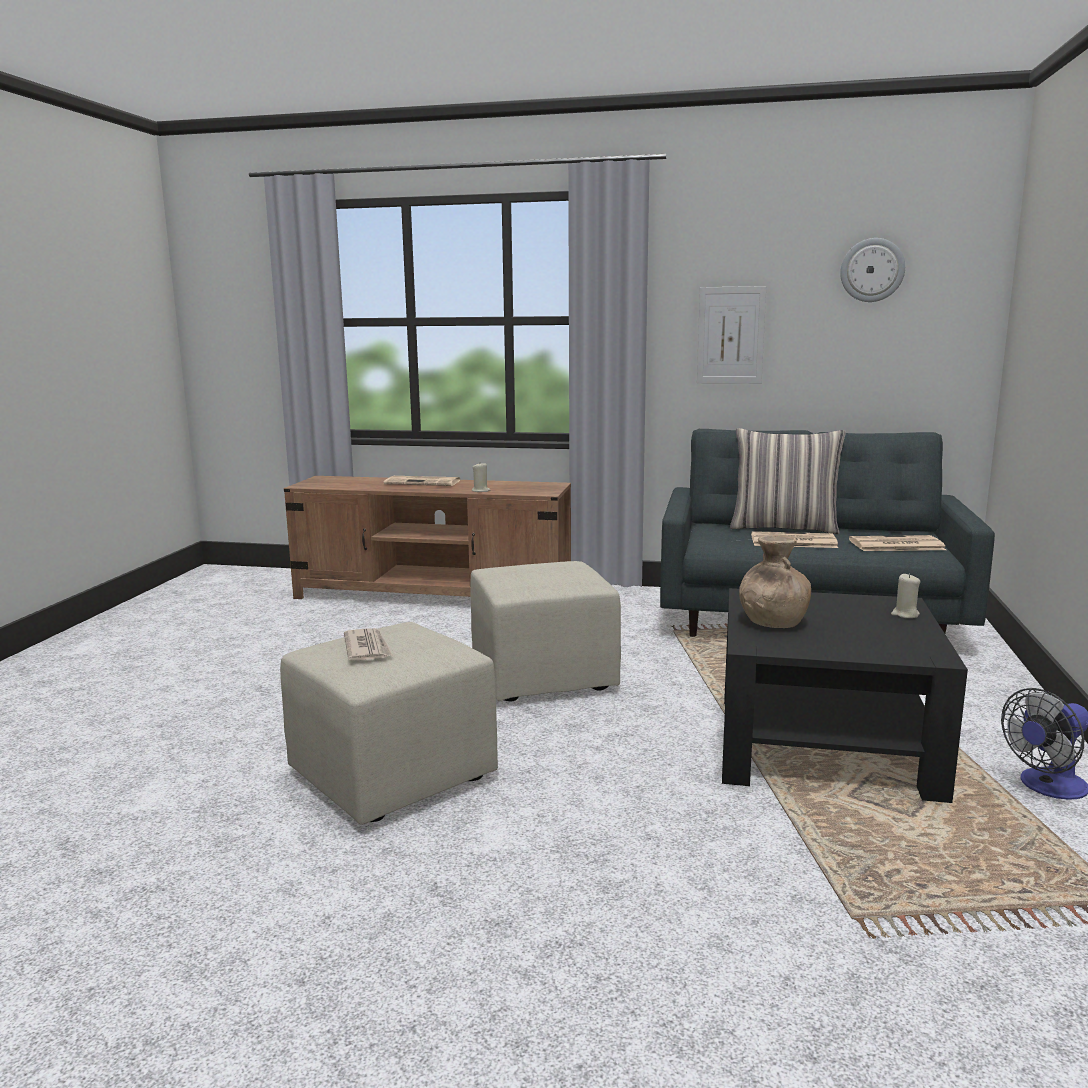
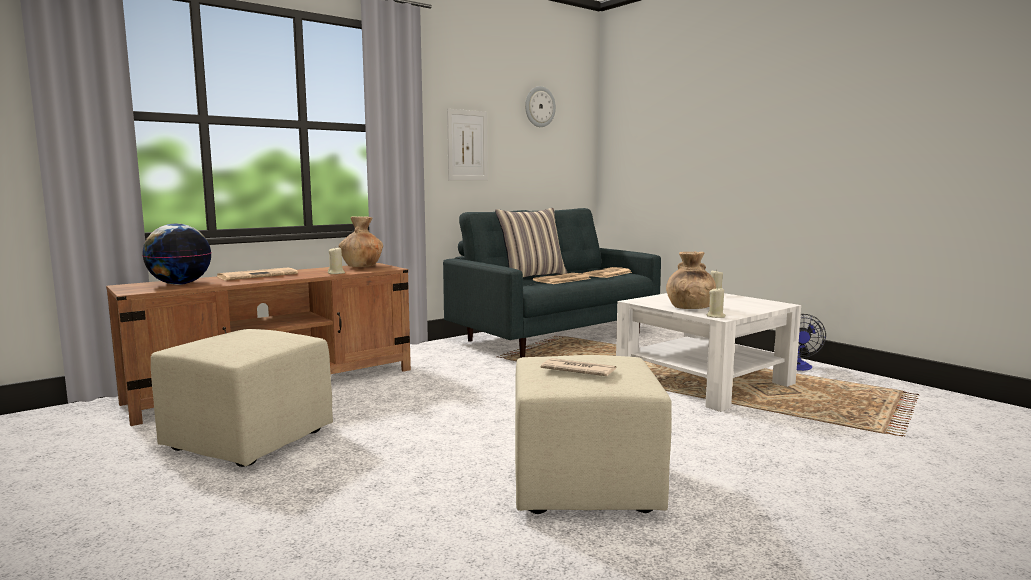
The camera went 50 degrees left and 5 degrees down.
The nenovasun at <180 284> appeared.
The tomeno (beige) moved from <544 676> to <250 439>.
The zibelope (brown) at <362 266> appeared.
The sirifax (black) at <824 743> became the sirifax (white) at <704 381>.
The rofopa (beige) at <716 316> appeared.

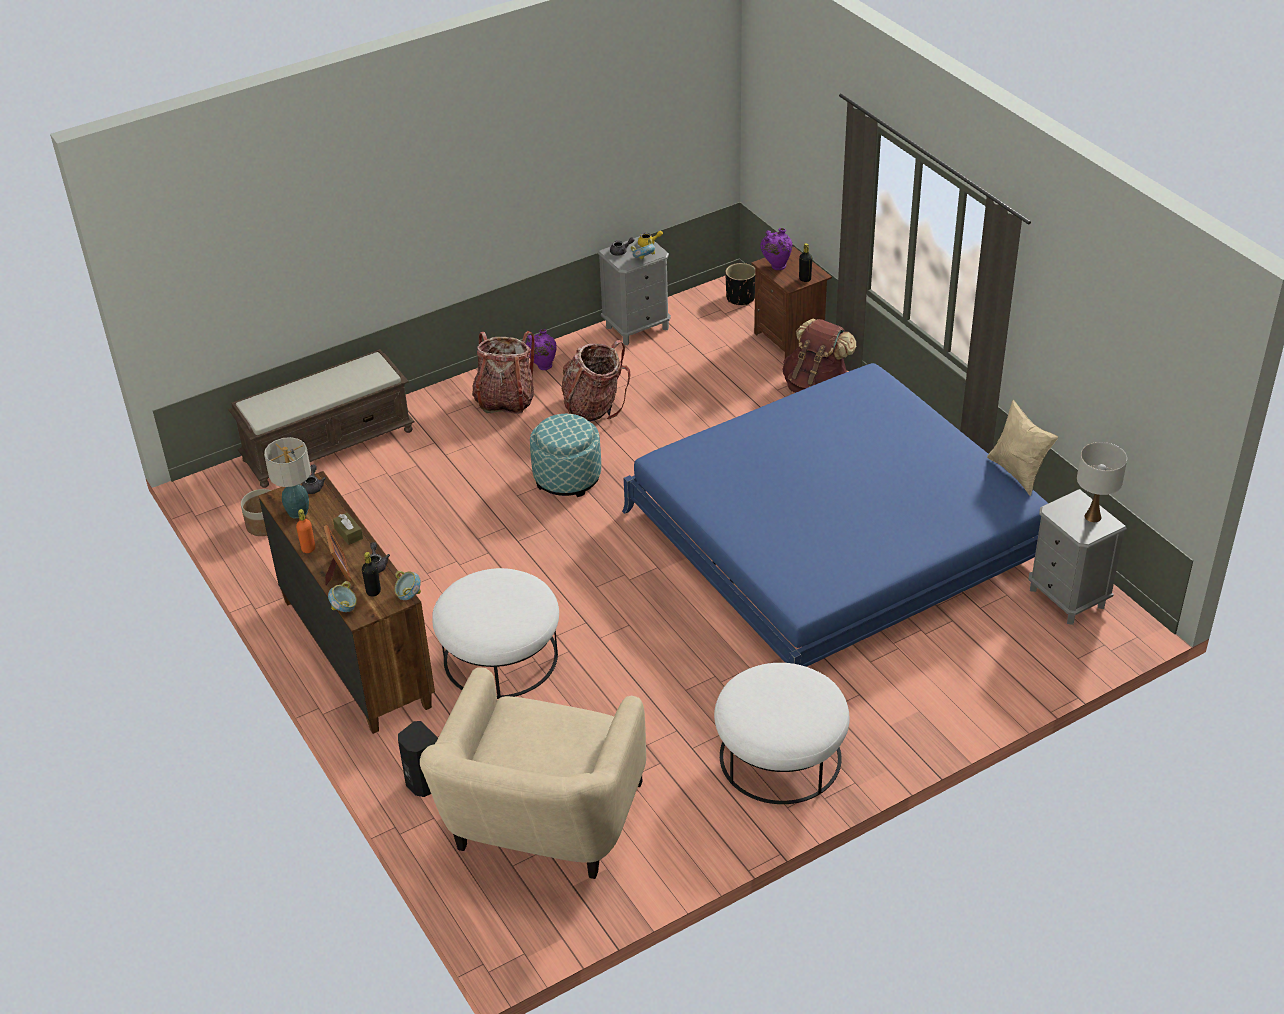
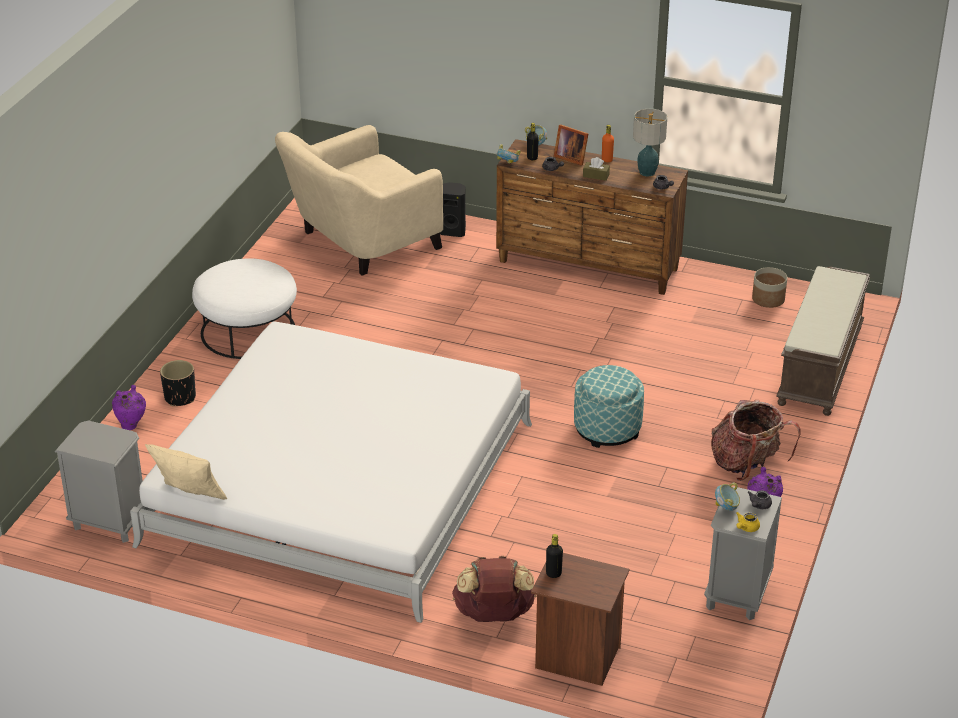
The camera went 140 degrees right and 5 degrees down.
The zibelope (purple) moved from <776 266> to <131 425>.
The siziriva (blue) at <835 537> became the siziriva (white) at <341 483>.
The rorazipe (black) moved from <740 298> to <180 397>.
The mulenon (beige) at <540 826> turned 105 degrees counterclockwise.
The tomeno (white) at <500 656> disappeared.
The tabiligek at <594 407> disappeared.
The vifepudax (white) at <1092 516> disappeared.

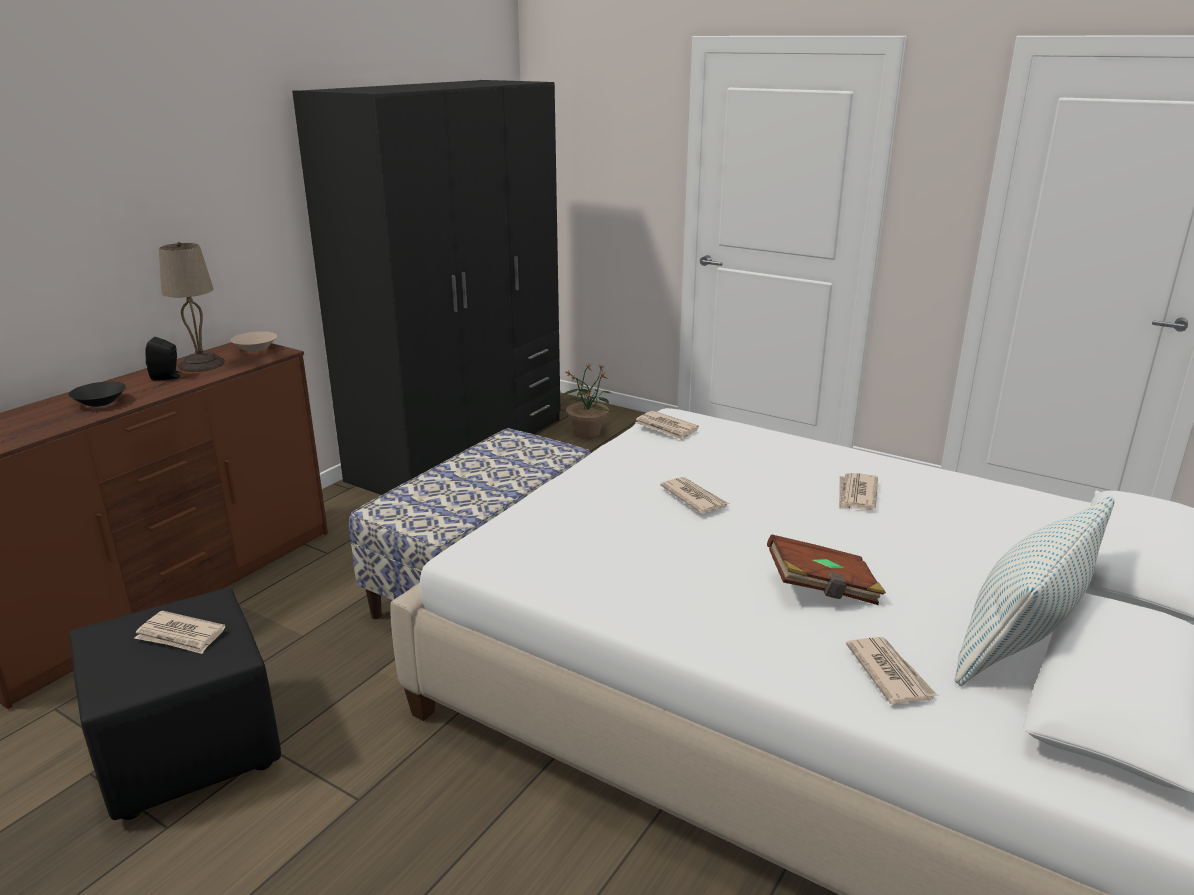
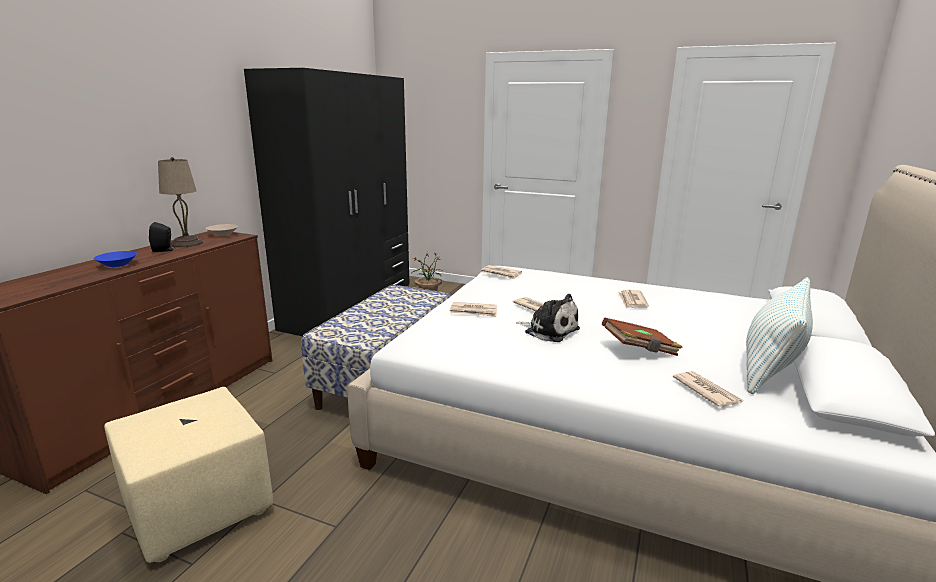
The camera went 10 degrees left and 5 degrees down.
The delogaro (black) at <101 403> became the delogaro (blue) at <118 265>.
The tomeno (black) at <188 753> became the tomeno (beige) at <198 509>.
The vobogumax moved from <180 636> to <474 311>.
The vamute at <549 330> appeared.

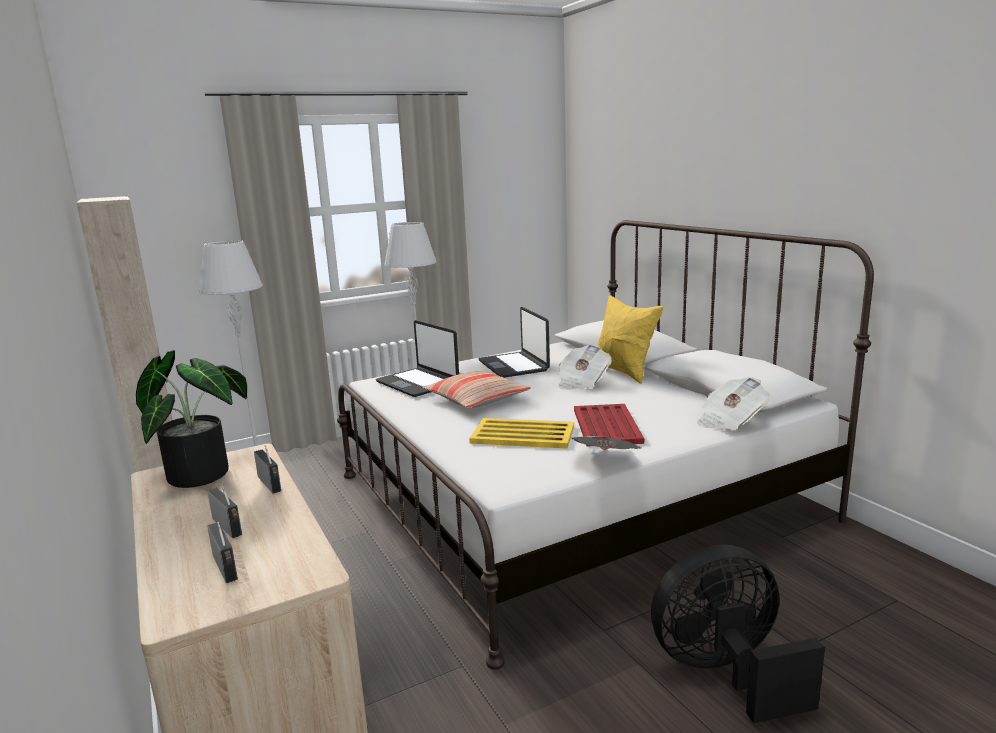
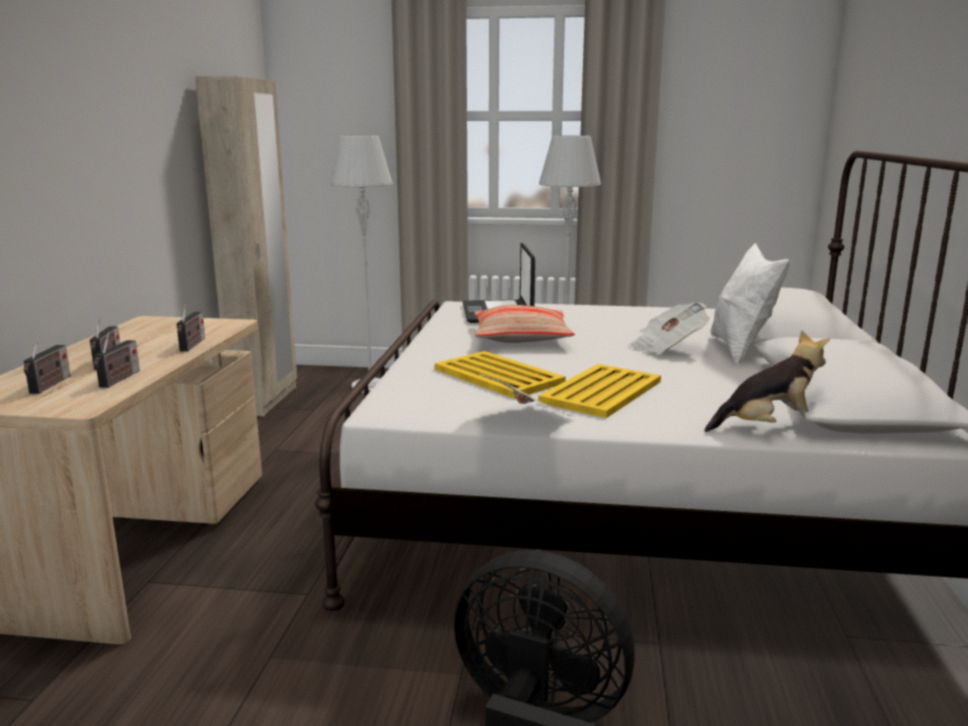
The camera went 35 degrees right and 0 degrees up.
The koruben at <119 379> appeared.
The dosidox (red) at <607 425> became the dosidox (yellow) at <602 391>.
The vobogumax at <729 421> was replaced by the vamute at <767 427>.
The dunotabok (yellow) at <624 372> became the dunotabok (white) at <741 350>.
The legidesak at <206 473> disappeared.
The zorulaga at <514 366> disappeared.

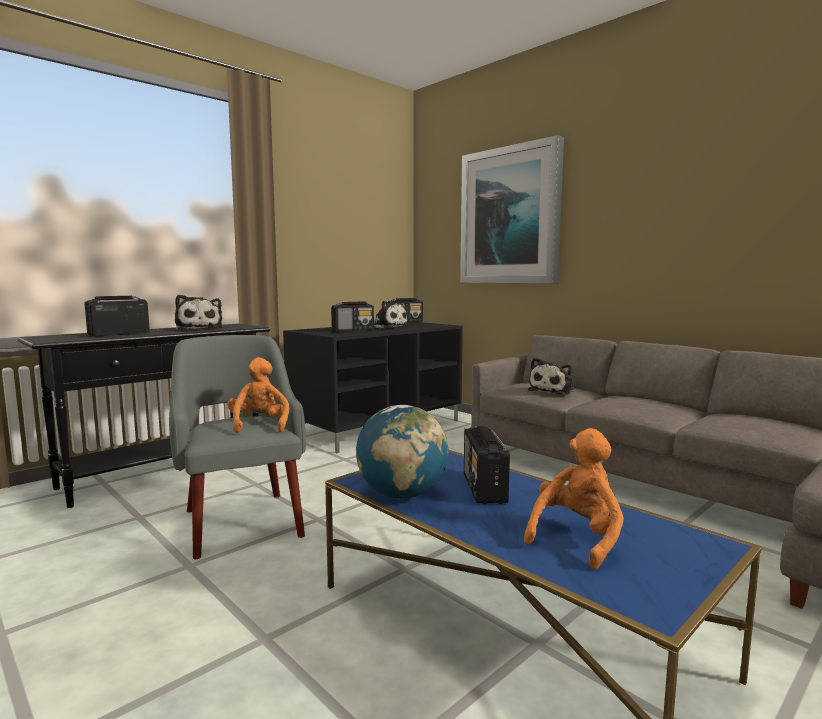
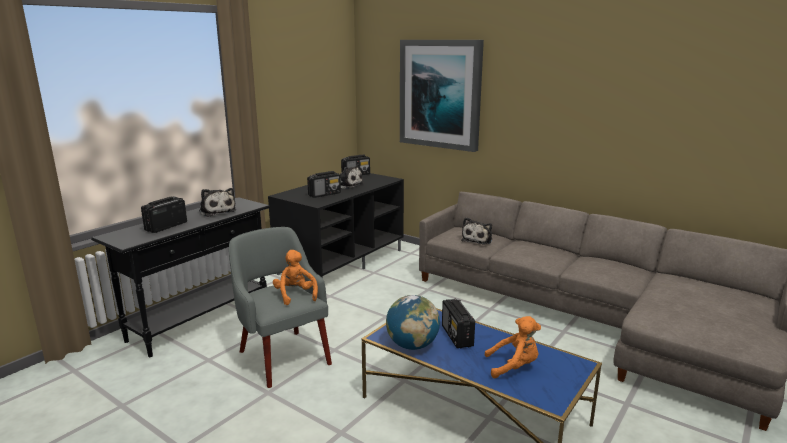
The camera went 10 degrees left and 10 degrees up.
The vamute (orange) at <577 538> turned 60 degrees clockwise.

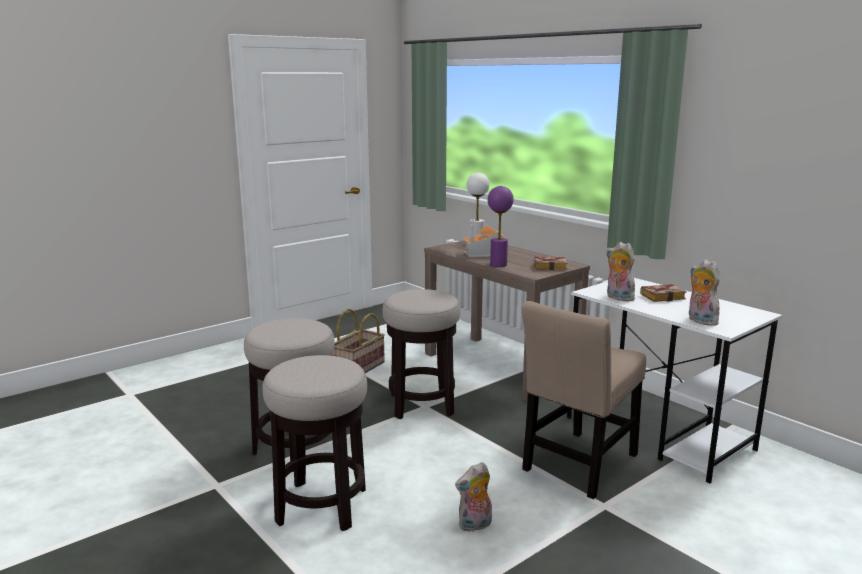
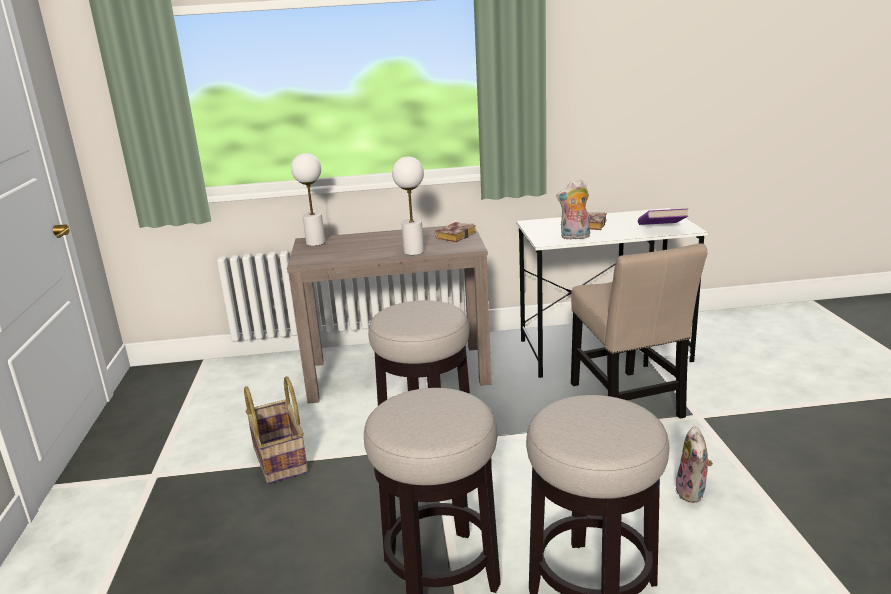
The camera went 55 degrees left and 5 degrees up.
The vifepudax (purple) at <498 264> became the vifepudax (white) at <413 252>.
The vamute at <700 320> was replaced by the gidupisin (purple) at <661 229>.
The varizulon at <485 253> disappeared.

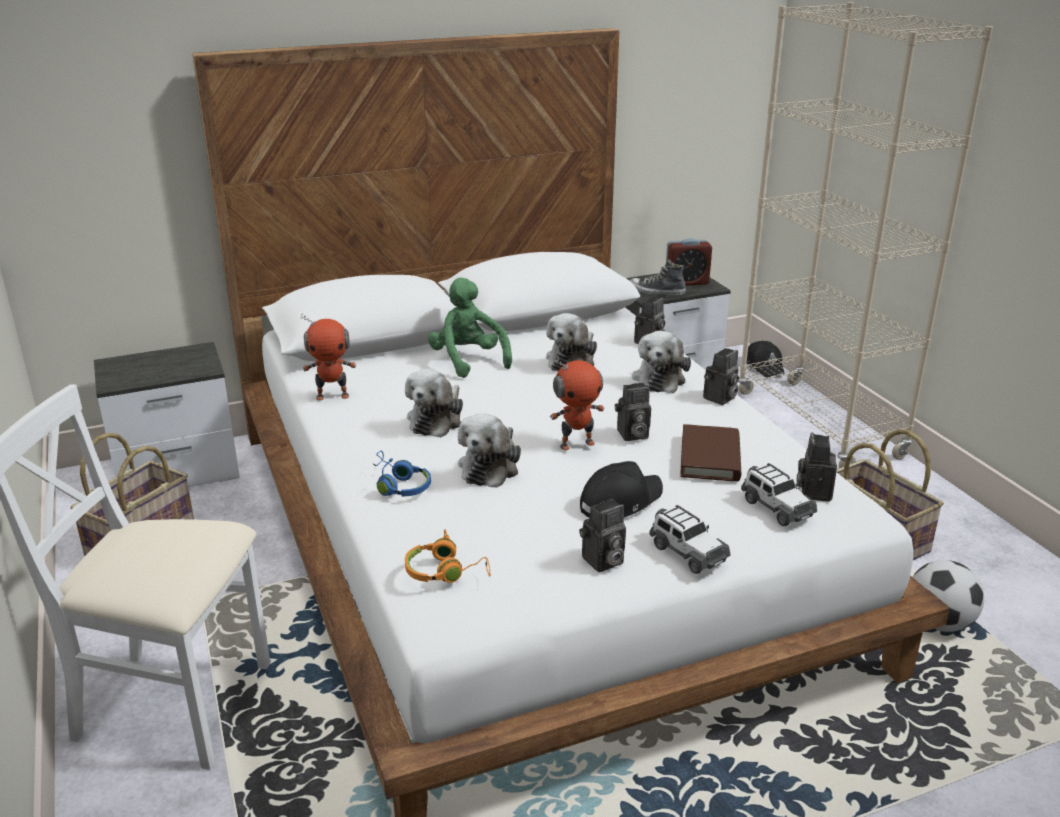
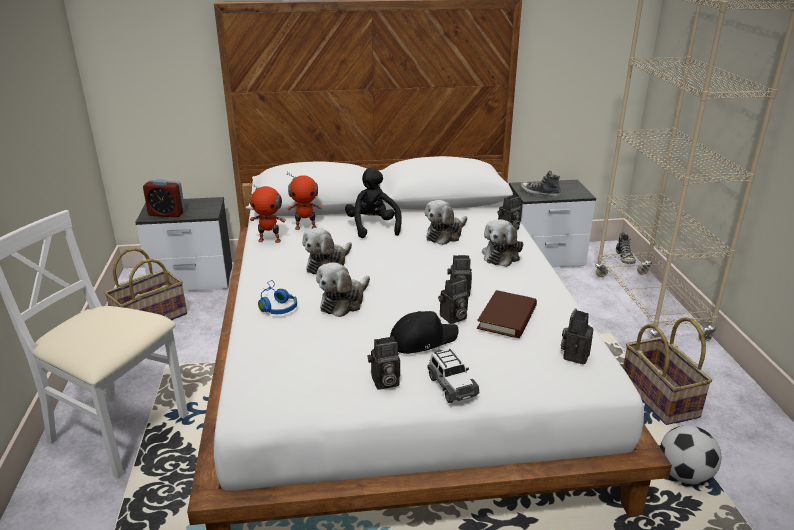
The camera went 15 degrees right and 0 degrees up.
The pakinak moved from <686 282> to <167 214>.
The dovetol moved from <576 444> to <306 227>.
The vamute (green) at <468 361> became the vamute (black) at <373 227>.
The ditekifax moved from <720 399> to <453 318>.
The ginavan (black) at <764 366> was replaced by the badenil at <625 258>.
The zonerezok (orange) at <446 572> disappeared.
The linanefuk at <776 507> disappeared.

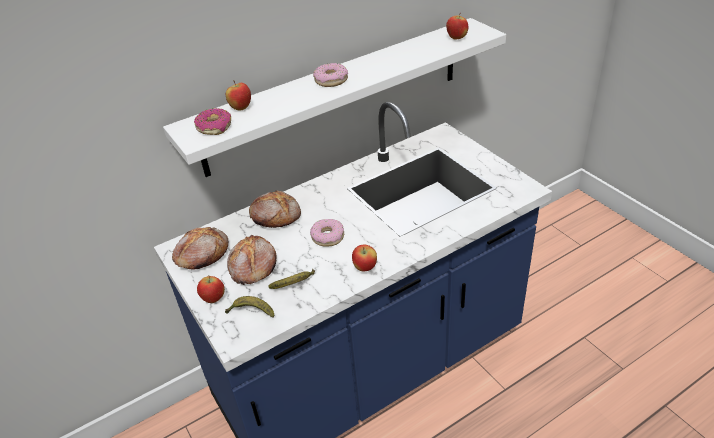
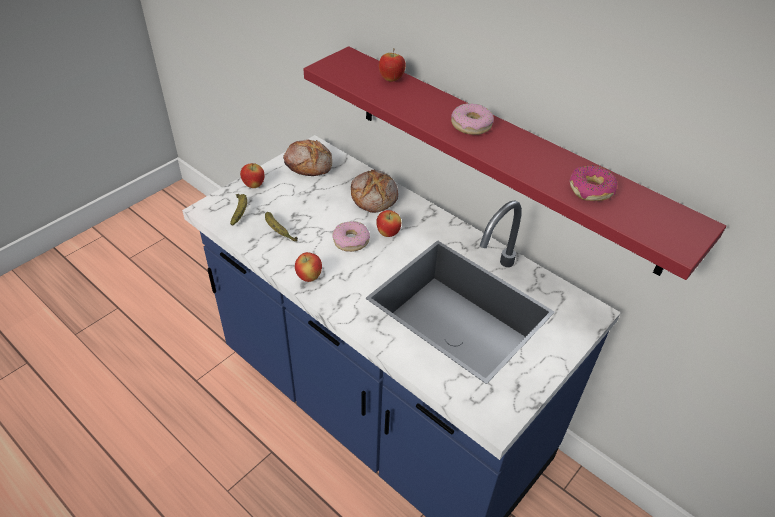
The camera went 70 degrees right and 5 degrees up.
The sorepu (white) at <336 95> became the sorepu (red) at <502 155>.
The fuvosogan moved from <456 38> to <388 233>.
The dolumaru moved from <214 127> to <591 190>.
The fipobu at <252 267> disappeared.

